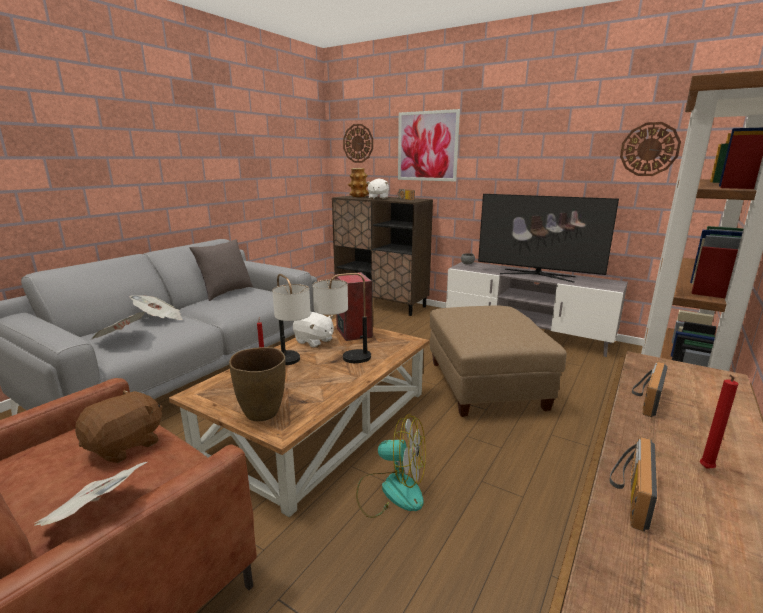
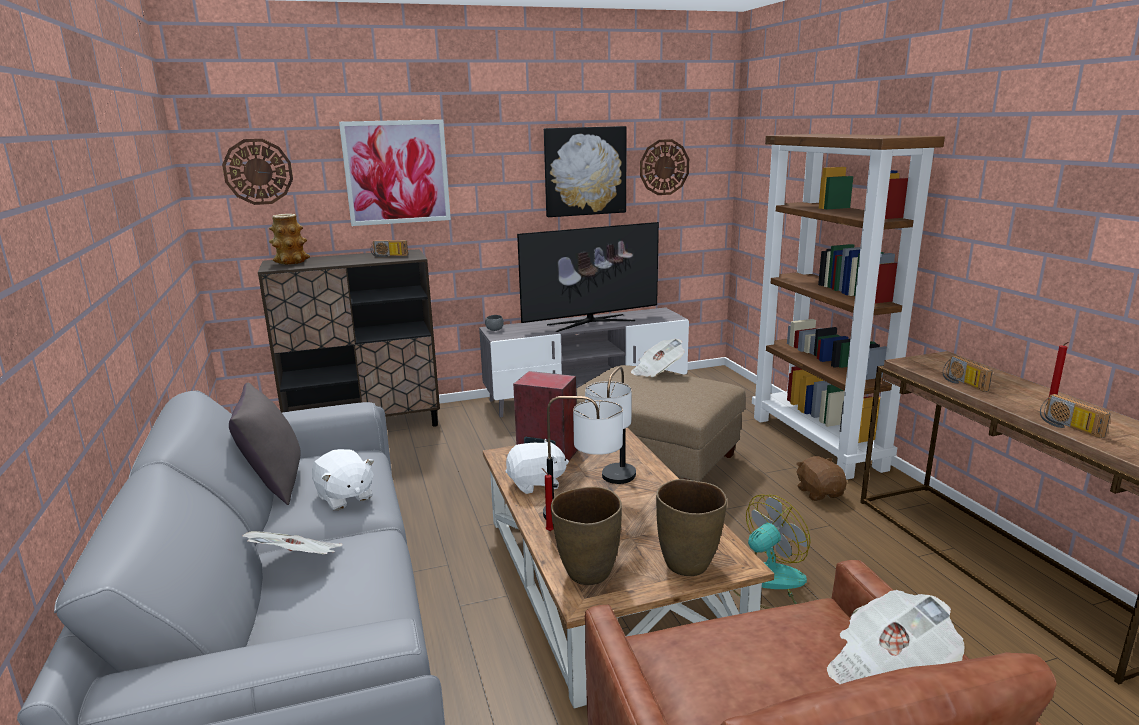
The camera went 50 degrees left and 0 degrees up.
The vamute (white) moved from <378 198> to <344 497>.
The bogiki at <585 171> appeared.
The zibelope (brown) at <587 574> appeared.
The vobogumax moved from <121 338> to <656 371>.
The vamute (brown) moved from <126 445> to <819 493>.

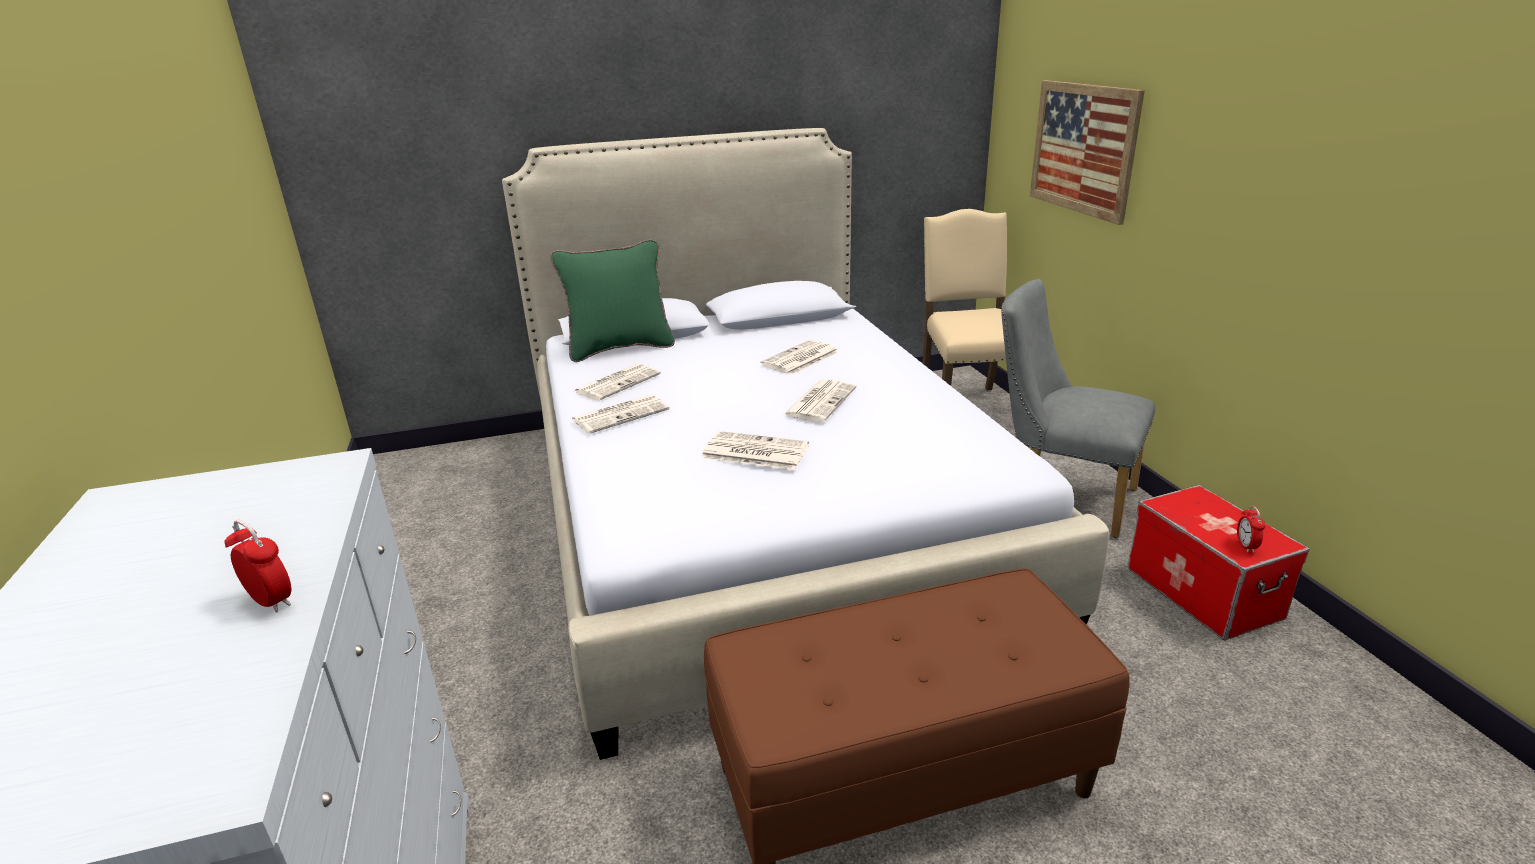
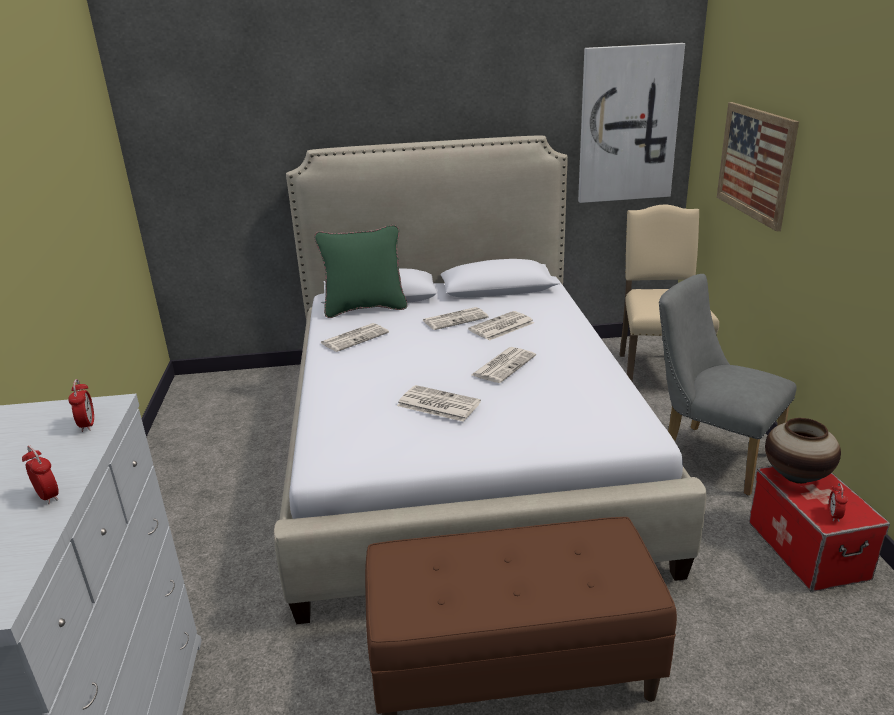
The camera went 10 degrees right and 0 degrees up.
The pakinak at <87 425> appeared.
The vobogumax moved from <621 414> to <455 319>.
The bogiki at <628 125> appeared.
The zibelope at <797 476> appeared.

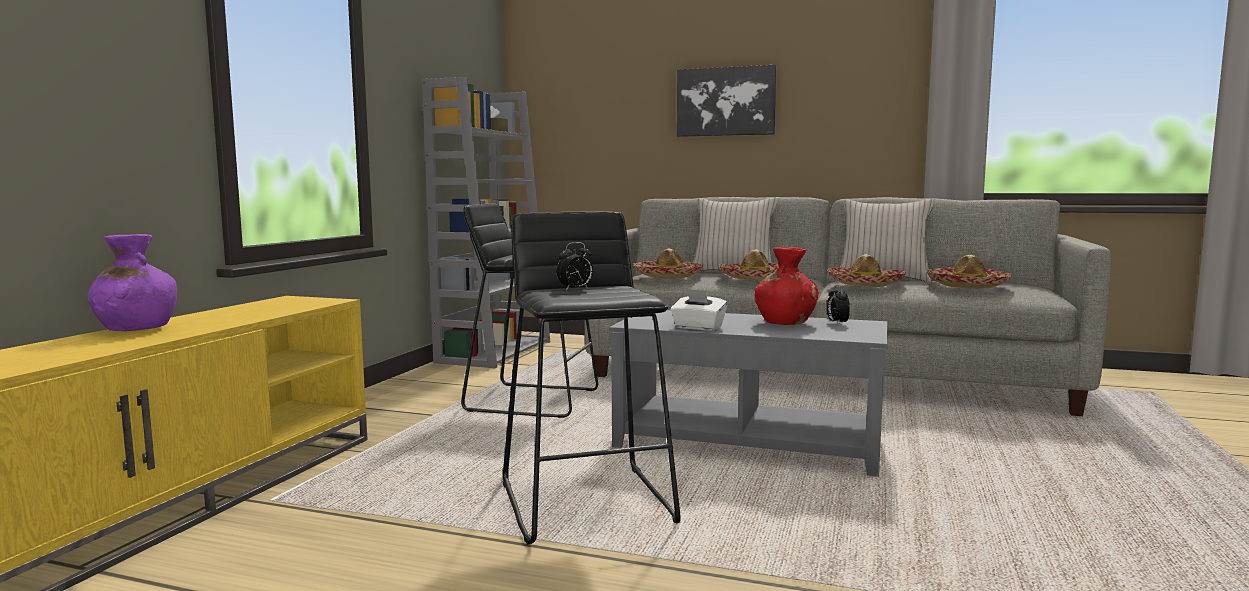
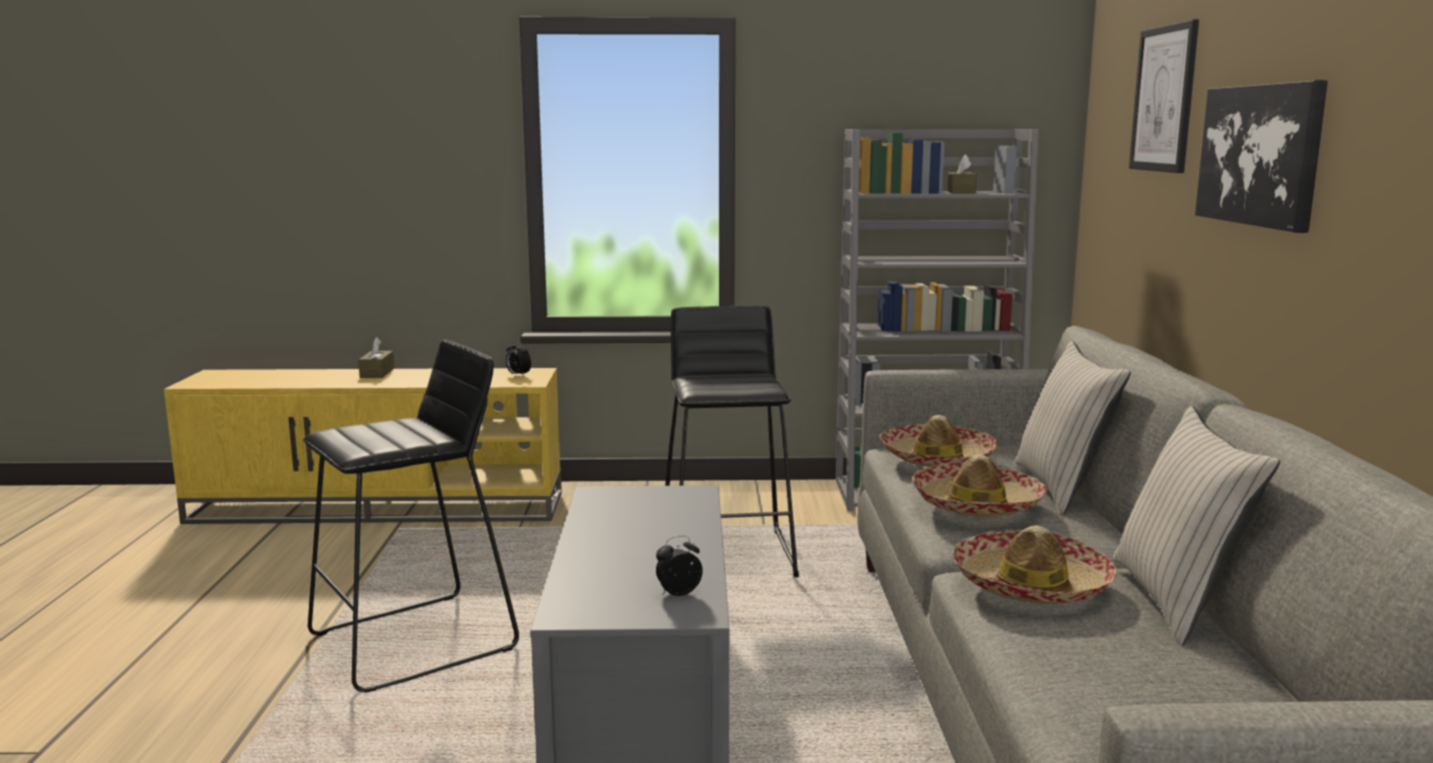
The camera went 70 degrees right and 5 degrees up.
The zibelope (purple) at <136 329> was replaced by the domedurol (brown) at <377 373>.
The pakinak moved from <575 289> to <518 375>.
The bogiki at <1164 99> appeared.
The domedurol (white) at <698 327> disappeared.
The zibelope (red) at <785 323> disappeared.
The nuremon at <967 285> disappeared.

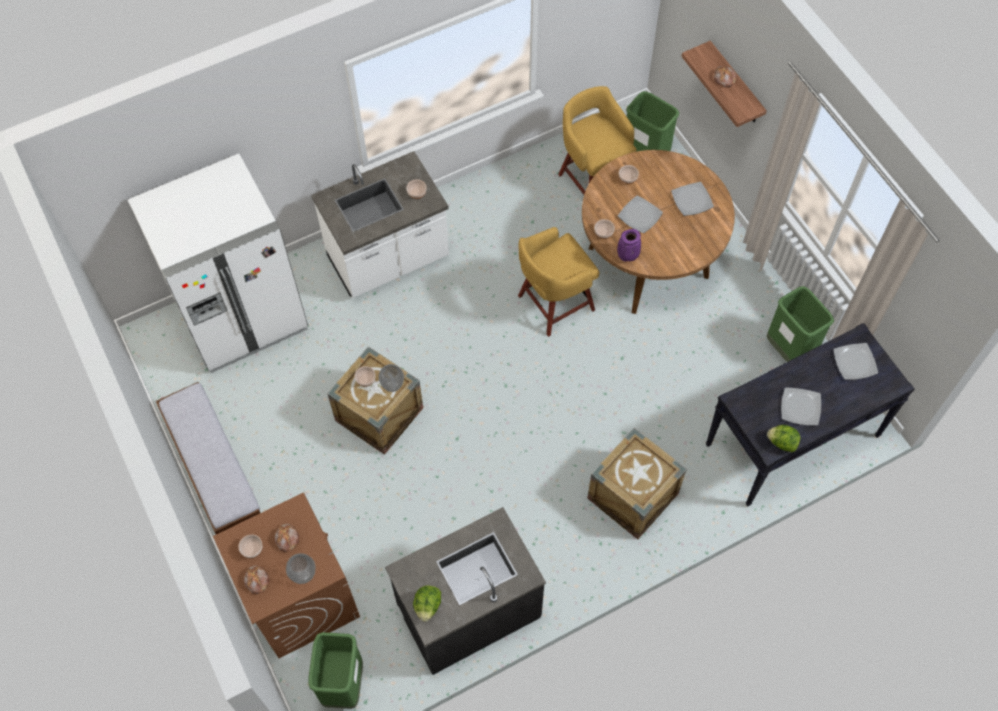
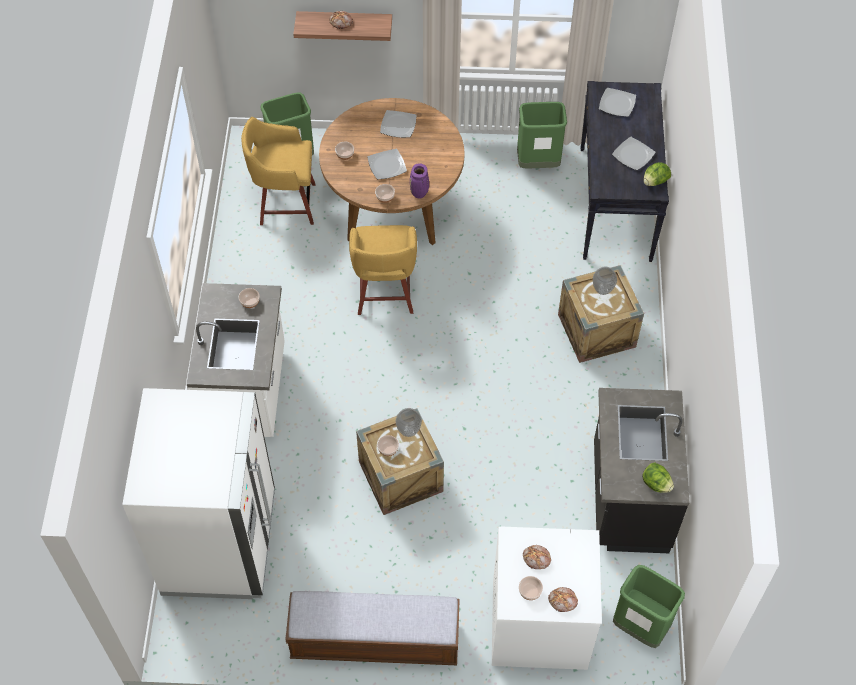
The camera went 60 degrees left and 5 degrees down.
The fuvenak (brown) at <300 596> became the fuvenak (white) at <538 624>.
The zibelope moved from <303 575> to <602 290>.

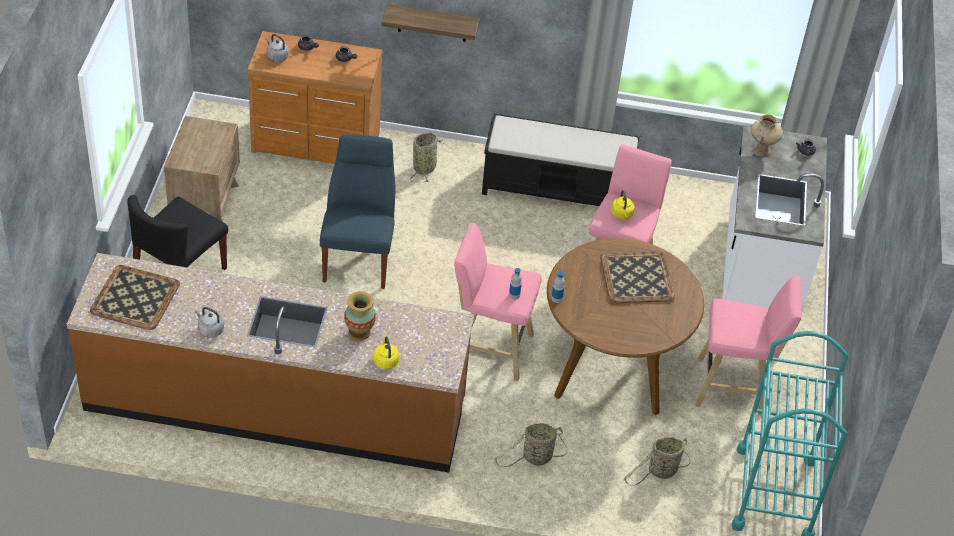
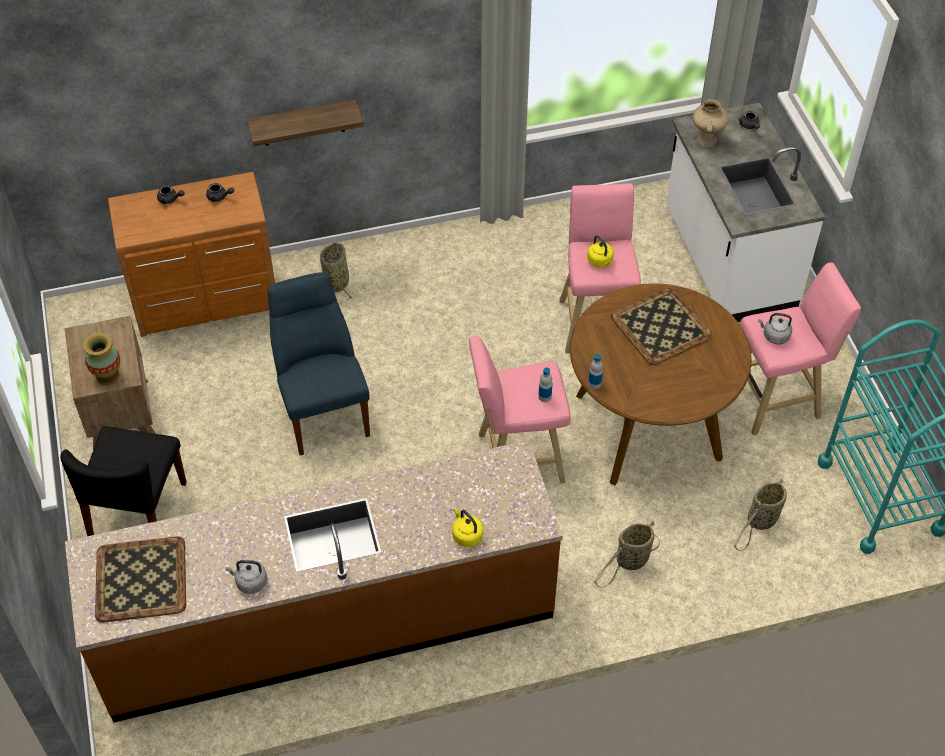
The camera went 20 degrees left and 5 degrees up.
The zibelope moved from <359 332> to <108 376>.
The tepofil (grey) moved from <276 56> to <774 336>.
The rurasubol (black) at <558 189> disappeared.

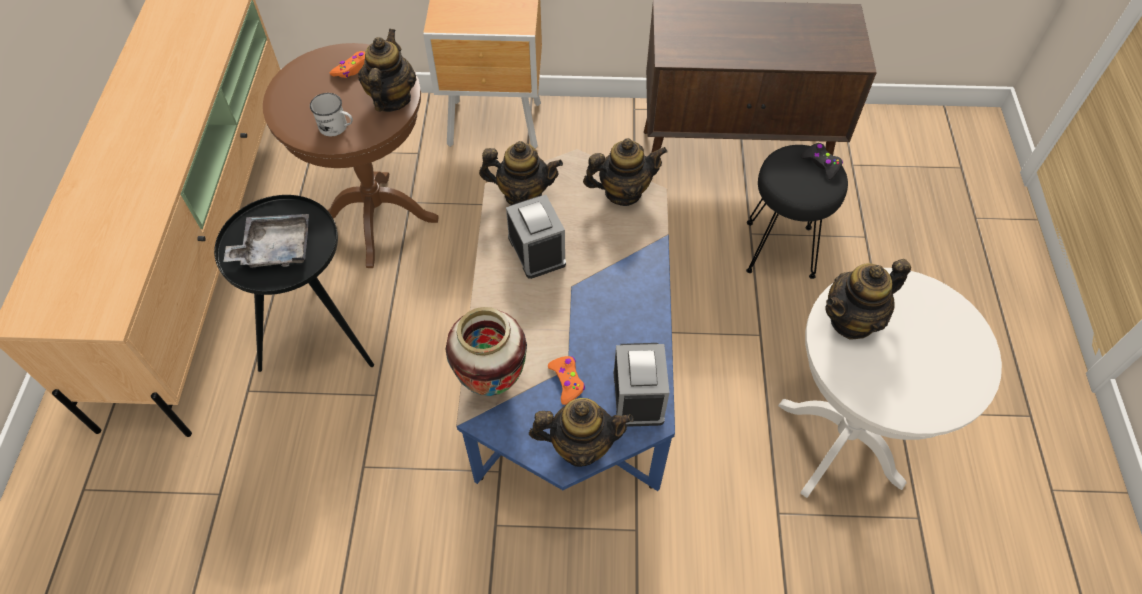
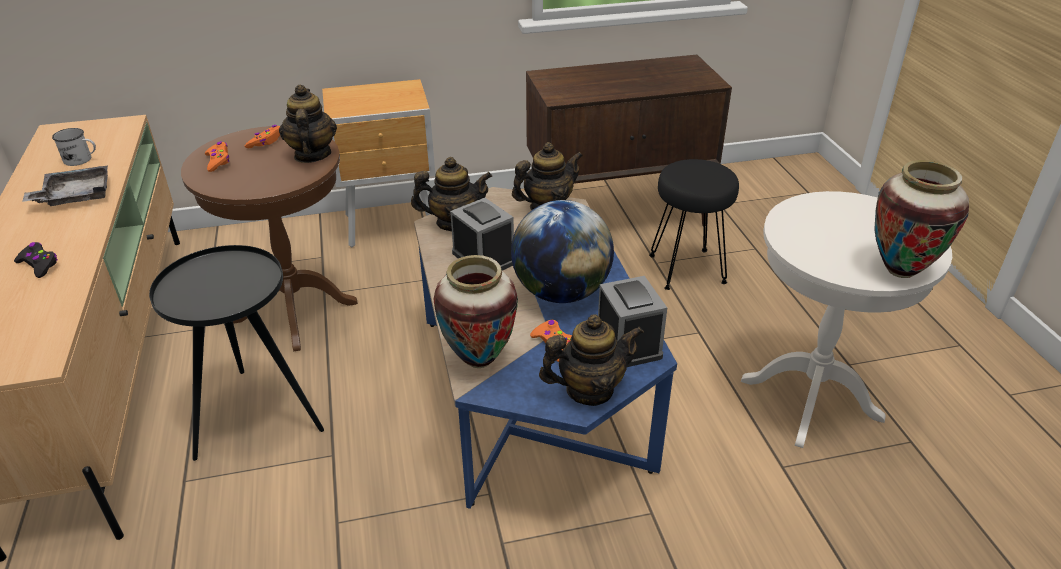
The camera went 15 degrees left and 20 degrees down.
The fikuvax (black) moved from <821 164> to <39 265>.
The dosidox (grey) moved from <275 249> to <75 196>.
The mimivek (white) moved from <337 127> to <82 160>.
The fikuvax (orange) at <218 161> appeared.
The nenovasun at <561 292> appeared.
The zibelope at <900 270> appeared.
The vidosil at <852 320> disappeared.

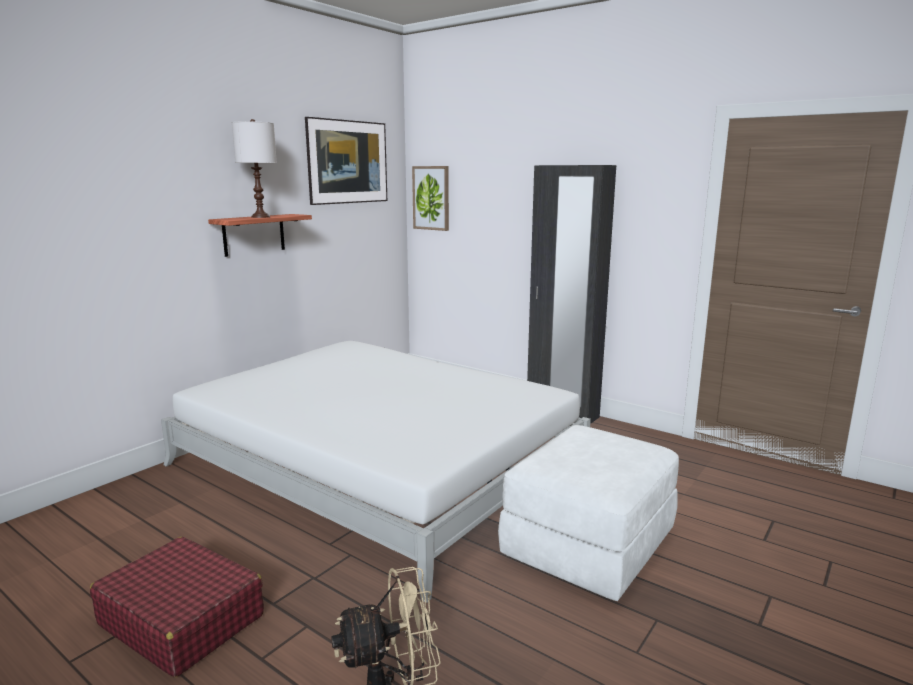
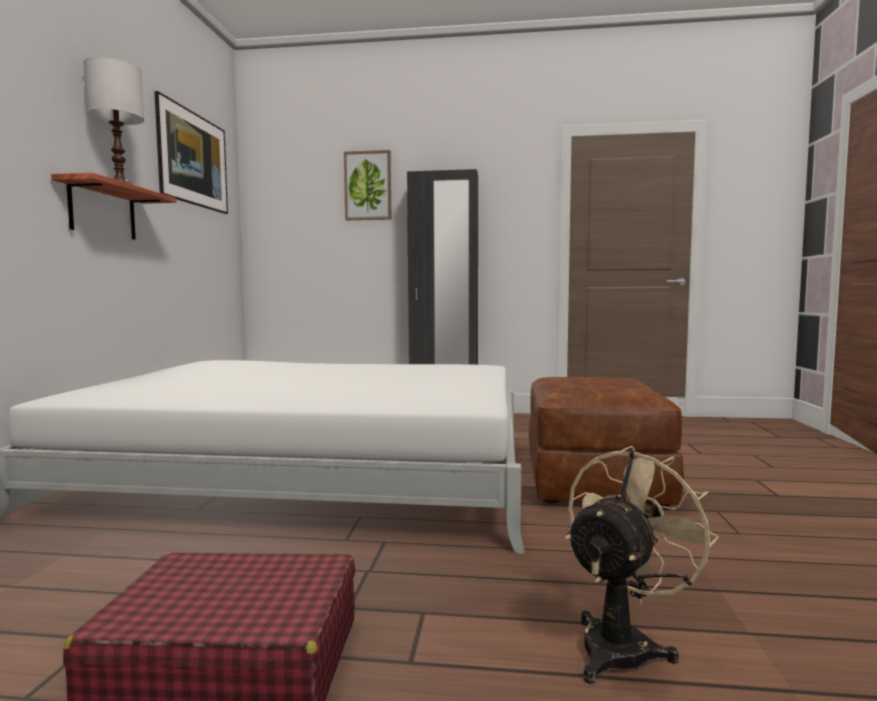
The camera went 30 degrees left and 10 degrees down.
The bogiki moved from <431 198> to <368 186>.
The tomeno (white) at <588 543> became the tomeno (brown) at <593 481>.

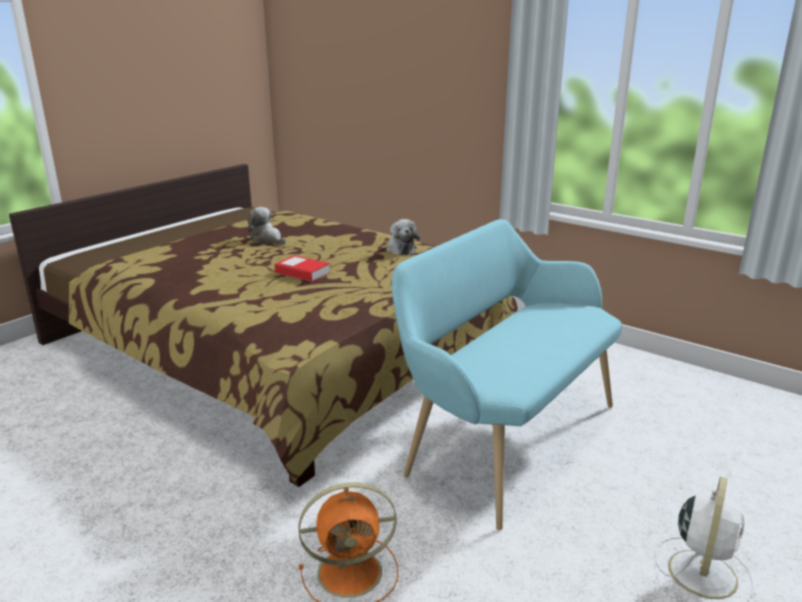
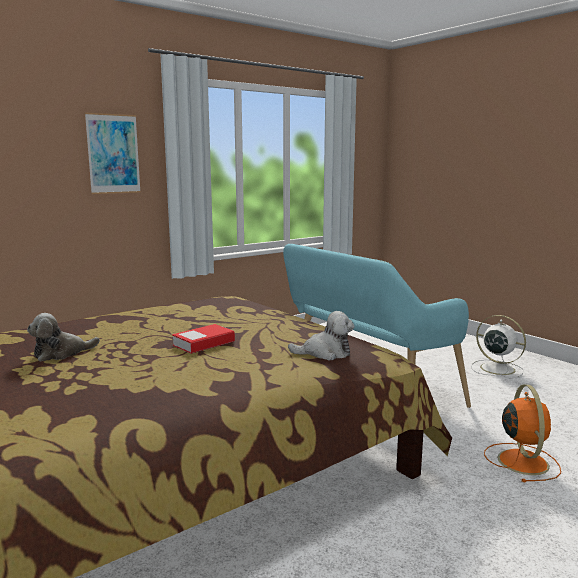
The camera went 75 degrees left and 10 degrees down.
The bogiki at <113 154> appeared.
The vamute moved from <400 249> to <325 353>.

